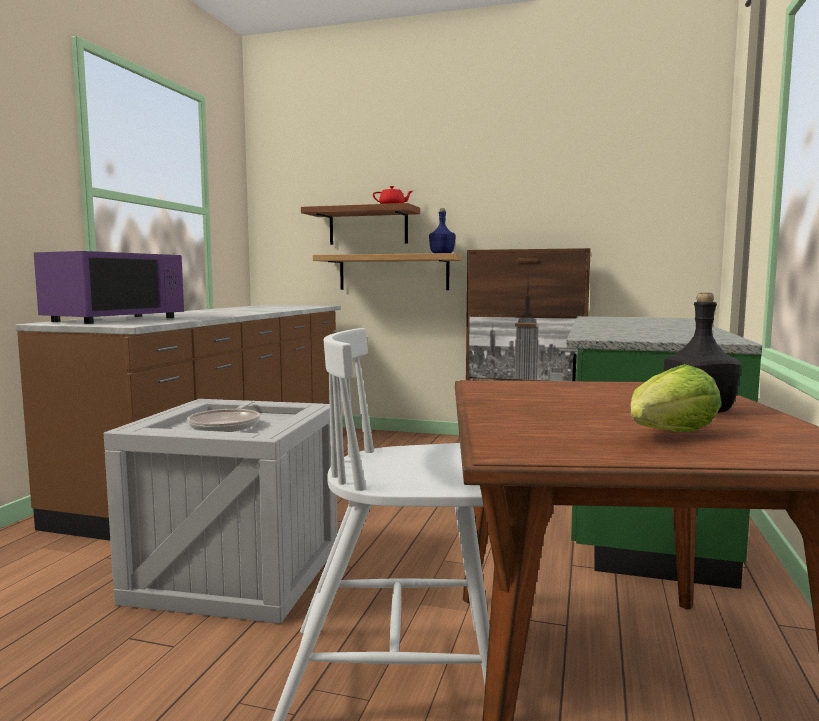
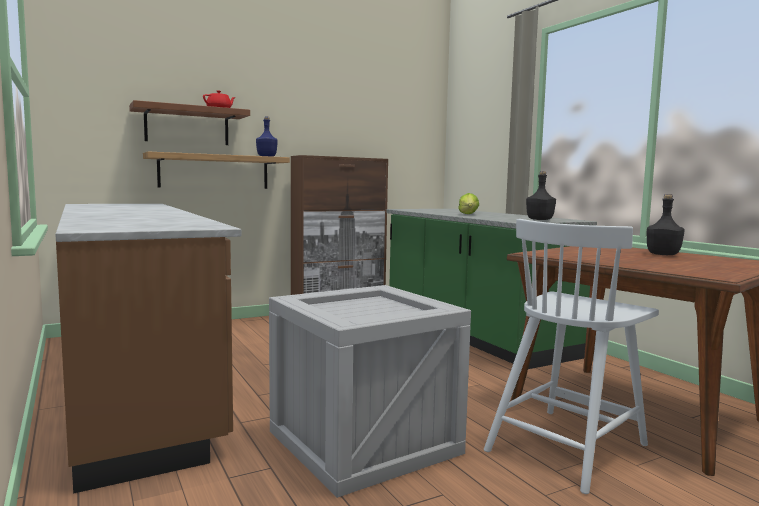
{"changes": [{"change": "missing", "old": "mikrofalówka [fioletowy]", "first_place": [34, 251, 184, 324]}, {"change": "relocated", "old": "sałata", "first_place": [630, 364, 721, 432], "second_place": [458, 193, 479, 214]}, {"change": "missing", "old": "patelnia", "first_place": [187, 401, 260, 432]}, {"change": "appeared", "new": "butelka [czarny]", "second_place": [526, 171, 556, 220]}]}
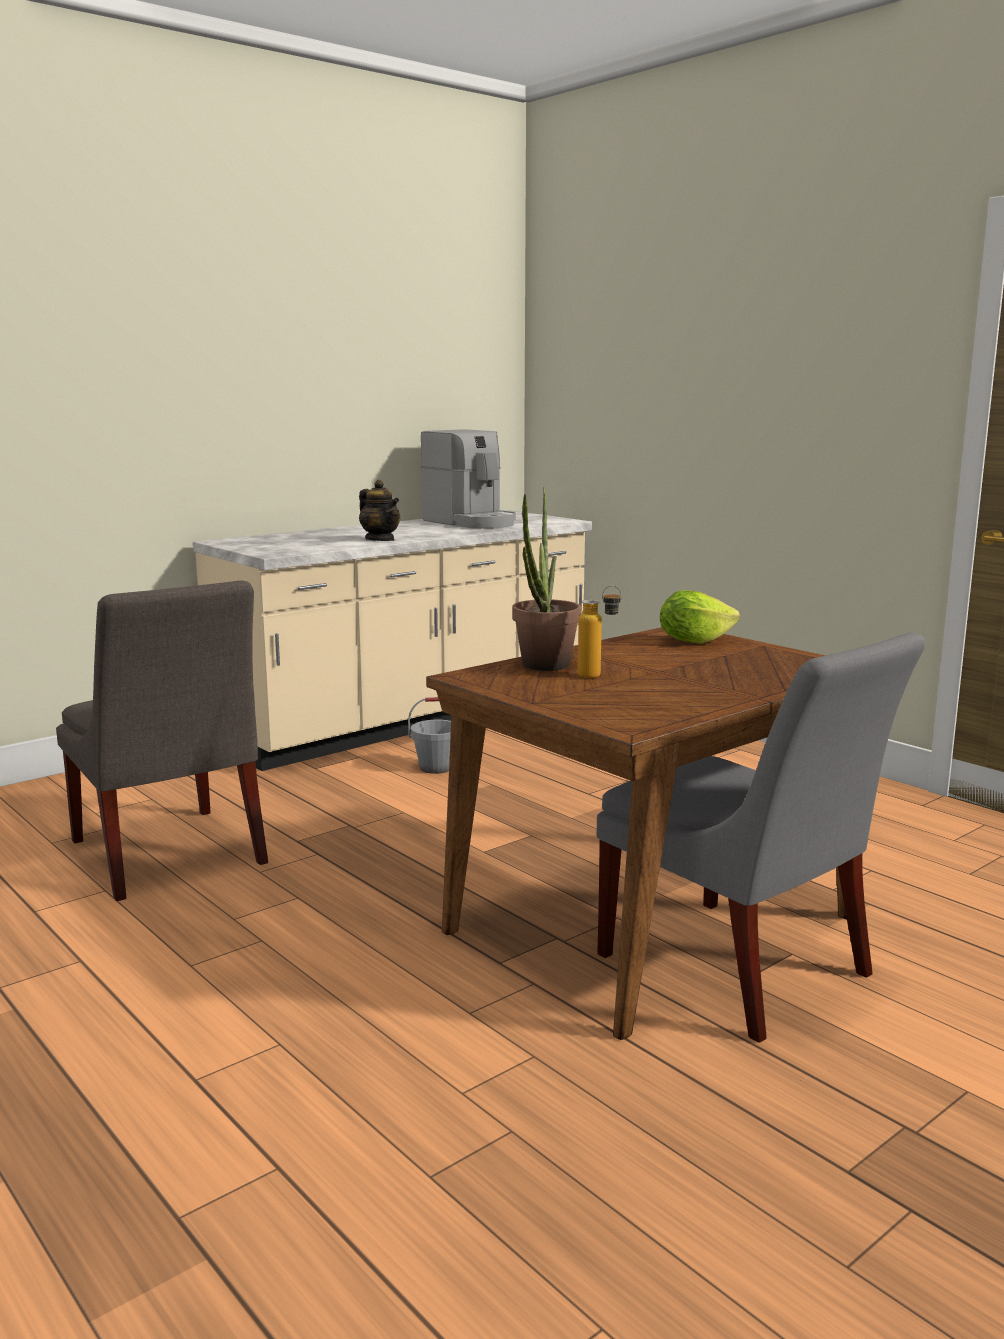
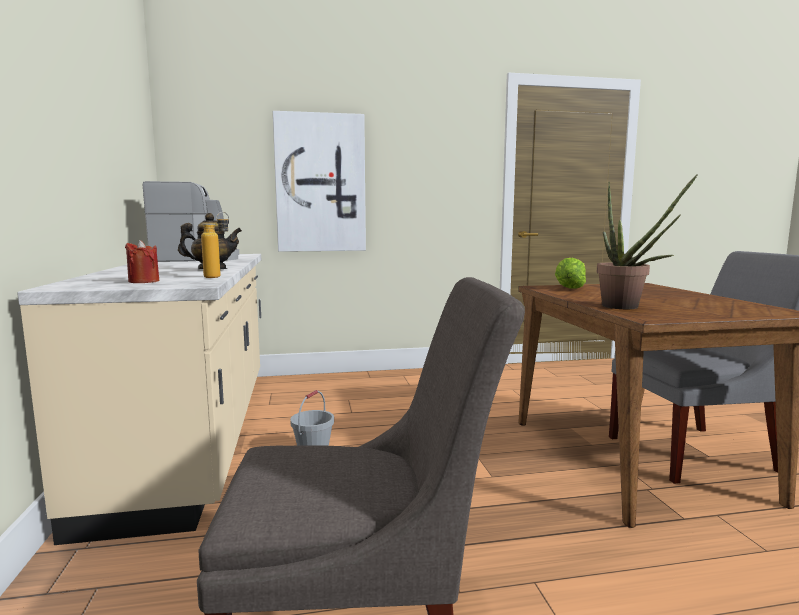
{"changes": [{"change": "relocated", "old": "butelka", "first_place": [578, 586, 622, 678], "second_place": [201, 212, 229, 278]}, {"change": "appeared", "new": "obraz", "second_place": [273, 111, 366, 252]}, {"change": "appeared", "new": "świeca [czerwony]", "second_place": [125, 240, 159, 283]}]}
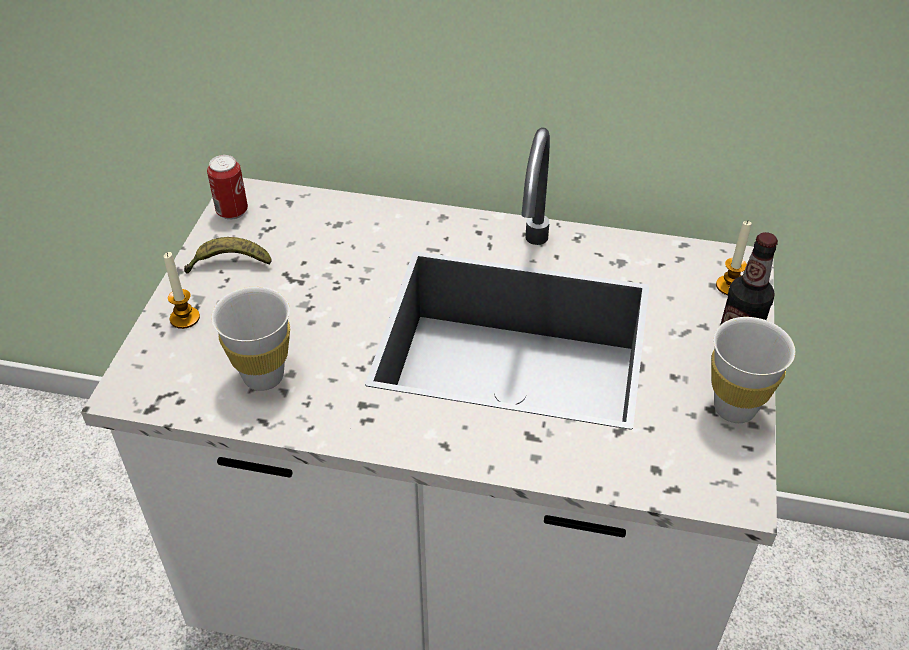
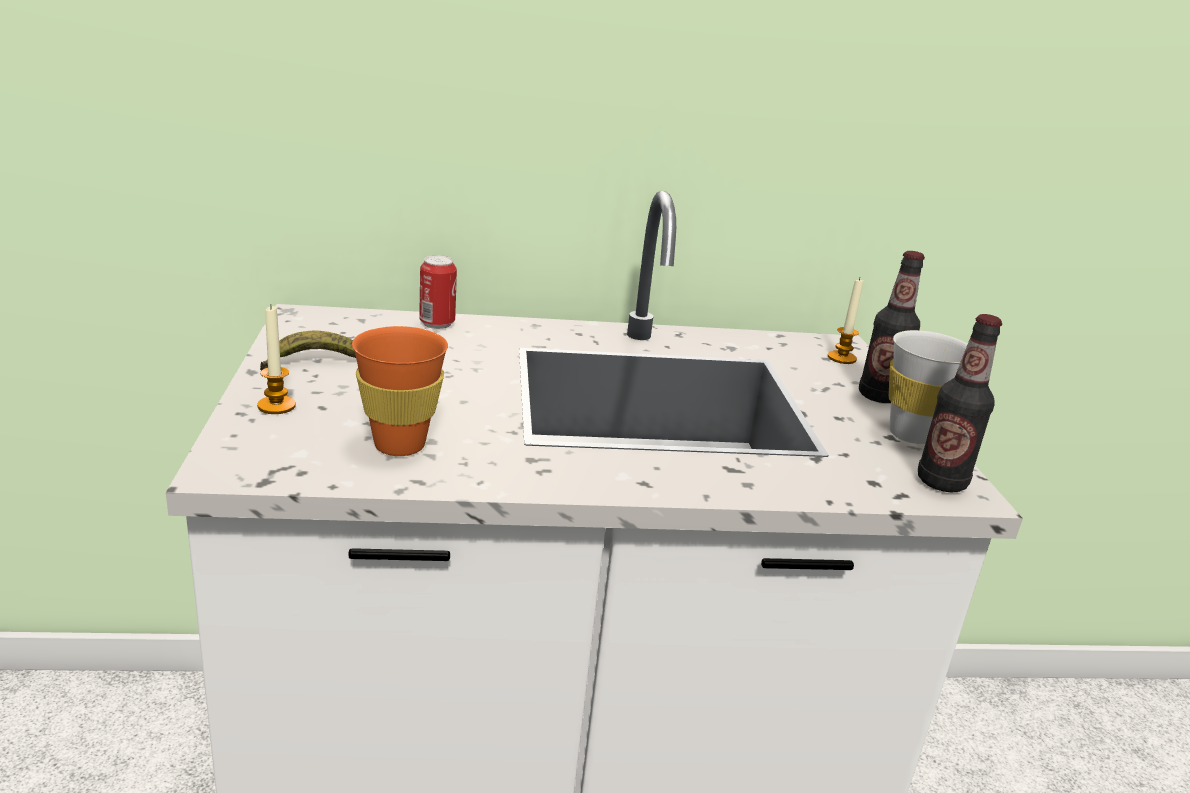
{"changes": [{"change": "relocated", "old": "puszka", "first_place": [207, 155, 248, 220], "second_place": [419, 255, 457, 329]}, {"change": "colour", "old": "filiżanka [biały]", "new": "filiżanka [pomarańczowy]", "first_place": [211, 286, 290, 391], "second_place": [352, 326, 448, 456]}, {"change": "appeared", "new": "butelka", "second_place": [918, 314, 1002, 492]}]}
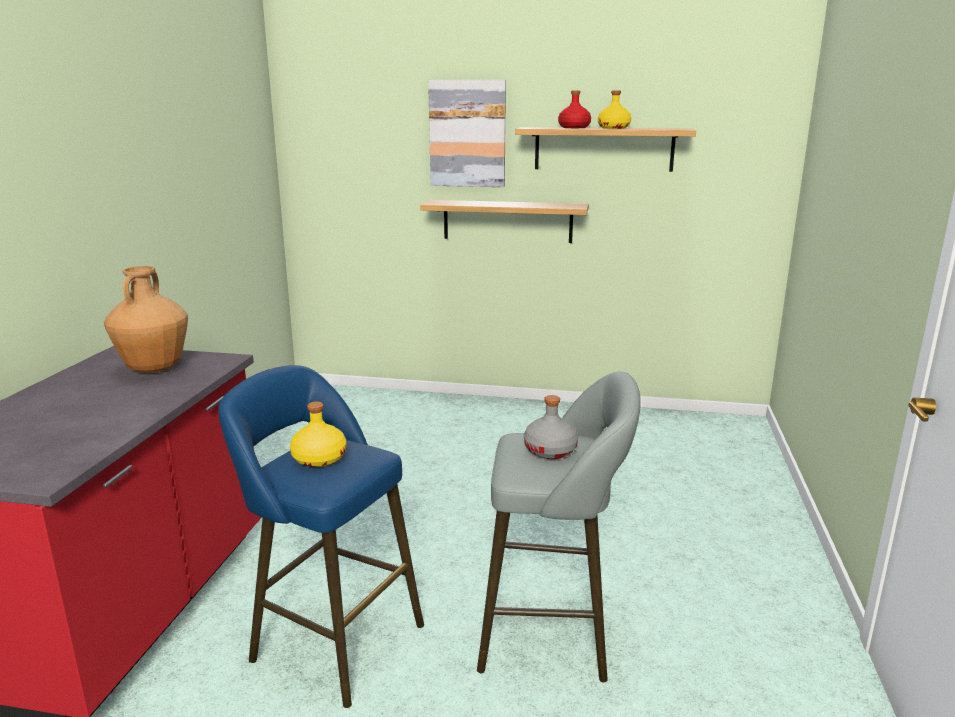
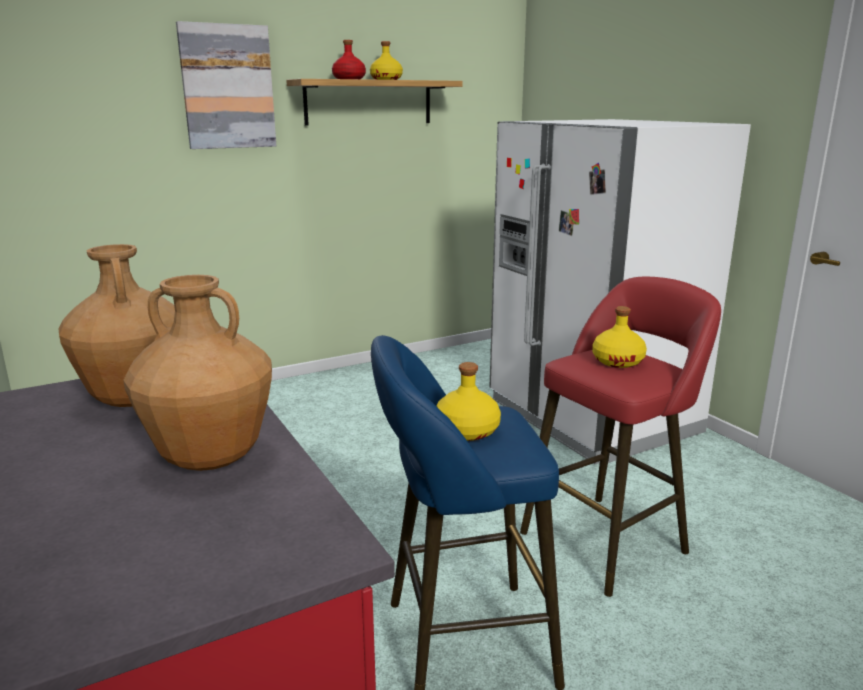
{"changes": [{"change": "missing", "old": "półka", "first_place": [420, 200, 589, 243]}, {"change": "colour", "old": "stołek [szary]", "new": "stołek [czerwony]", "first_place": [477, 371, 641, 682], "second_place": [520, 277, 721, 597]}, {"change": "colour", "old": "butelka [szary]", "new": "butelka [żółty]", "first_place": [524, 395, 578, 459], "second_place": [592, 306, 647, 368]}, {"change": "appeared", "new": "lodówka [biały]", "second_place": [490, 119, 751, 464]}, {"change": "appeared", "new": "wazon [brązowy]", "second_place": [123, 275, 272, 471]}]}
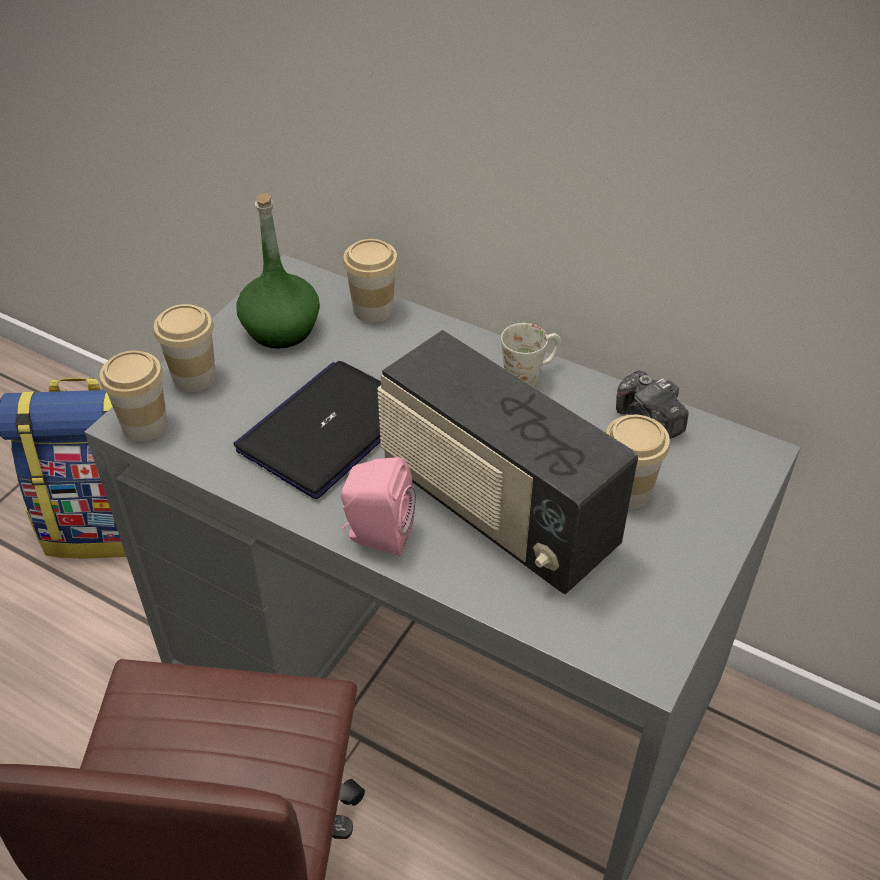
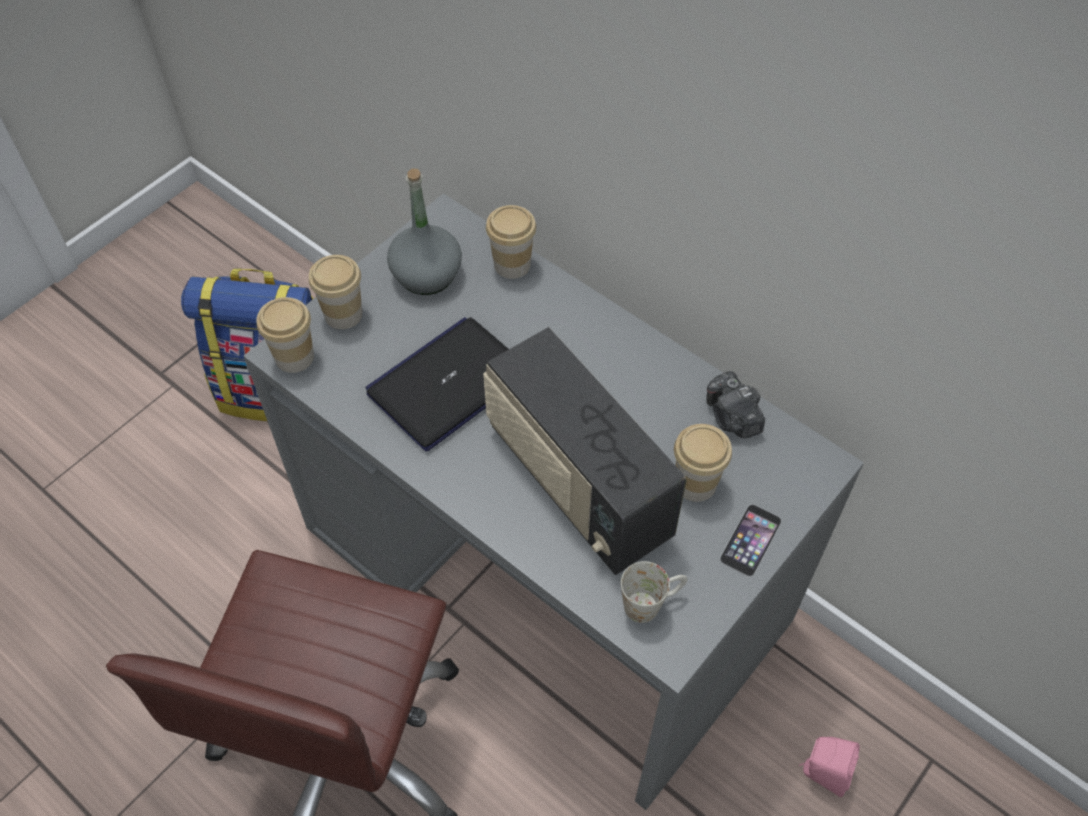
{"changes": [{"change": "colour", "old": "butelka [zielony]", "new": "butelka [szary]", "first_place": [236, 193, 320, 349], "second_place": [387, 168, 462, 295]}, {"change": "relocated", "old": "kubek [biały]", "first_place": [501, 323, 561, 387], "second_place": [621, 561, 688, 623]}, {"change": "relocated", "old": "głośnik [różowy]", "first_place": [341, 457, 416, 556], "second_place": [799, 737, 860, 797]}, {"change": "appeared", "new": "telefon", "second_place": [720, 504, 782, 577]}]}
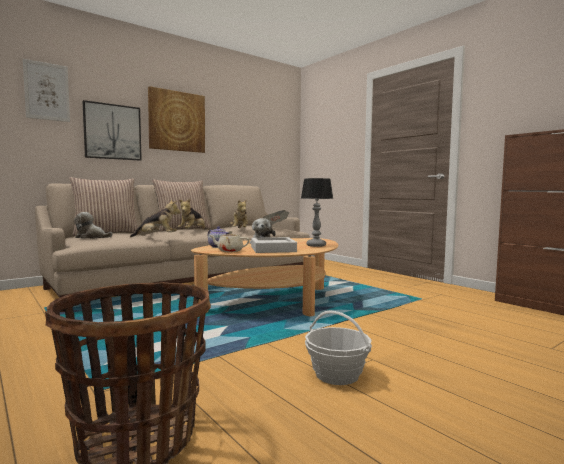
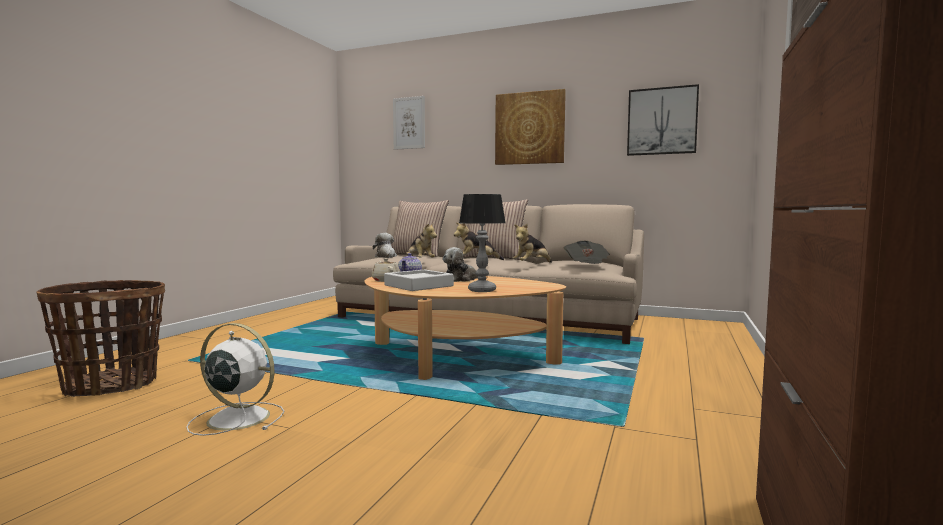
{"changes": [{"change": "relocated", "old": "obraz", "first_place": [83, 100, 142, 161], "second_place": [627, 84, 699, 156]}, {"change": "exchanged", "old": "koszyk", "new": "wentylator [biały]", "first_place": [305, 311, 372, 385], "second_place": [187, 323, 284, 436]}]}
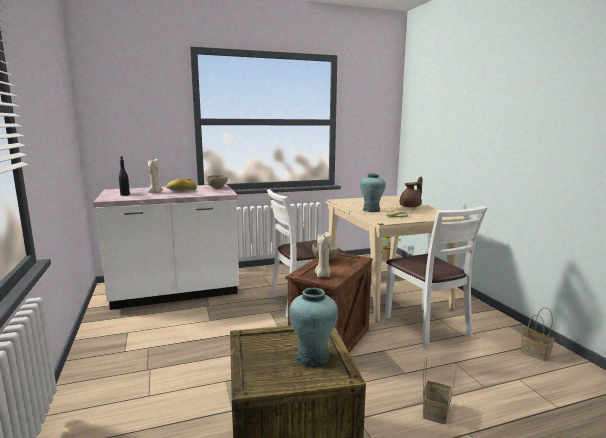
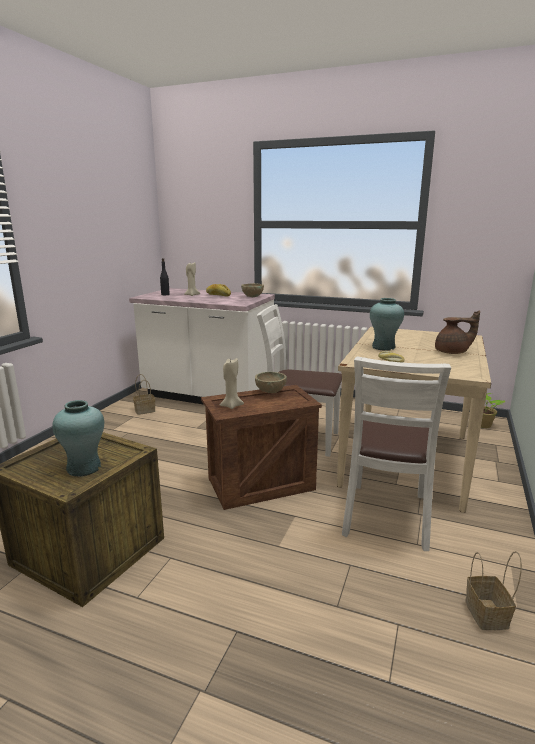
{"changes": [{"change": "relocated", "old": "koszyk", "first_place": [422, 357, 457, 424], "second_place": [133, 374, 155, 415]}]}
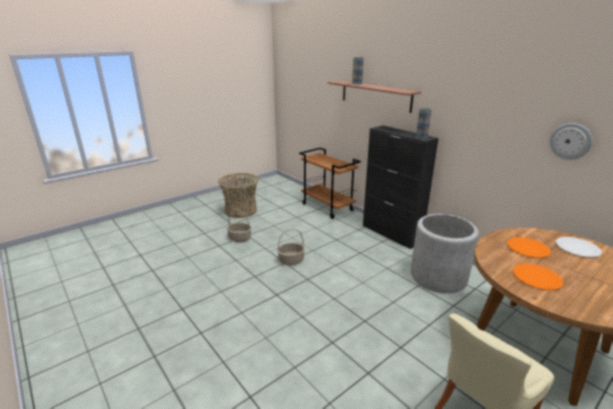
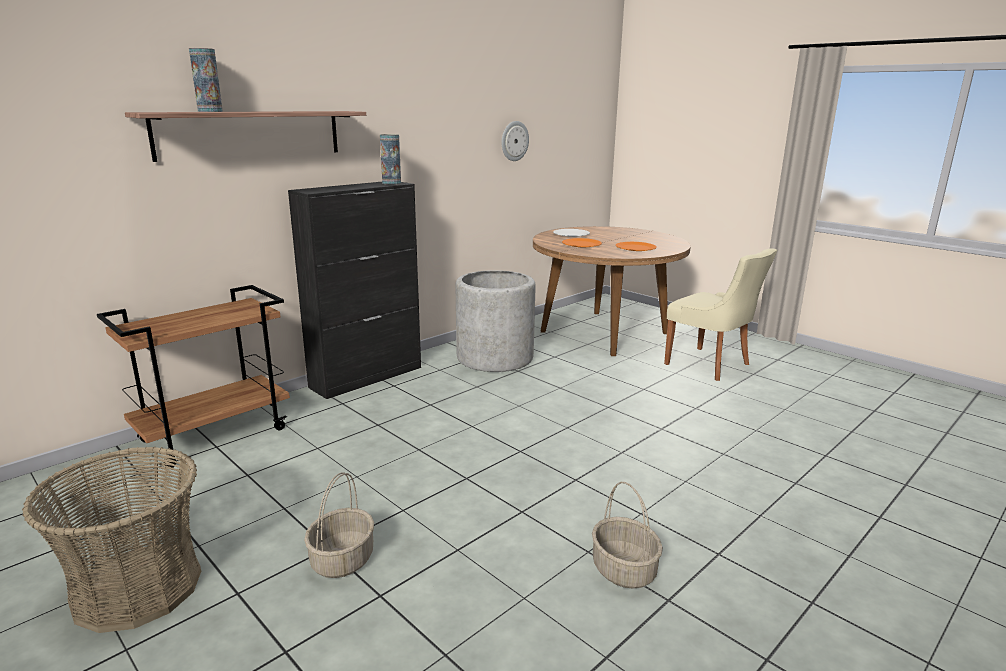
{"changes": [{"change": "relocated", "old": "koszyk", "first_place": [277, 229, 305, 265], "second_place": [592, 482, 663, 588]}]}
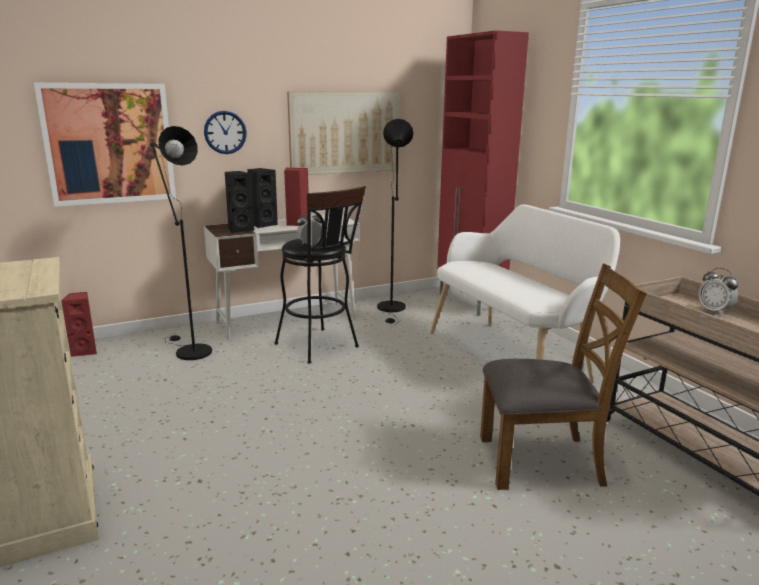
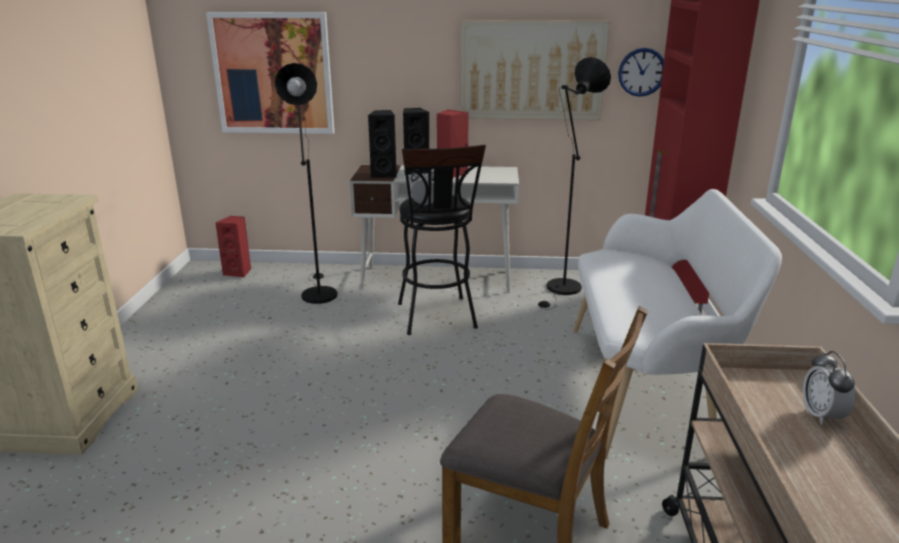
{"changes": [{"change": "relocated", "old": "zegar ścienny", "first_place": [204, 111, 247, 154], "second_place": [618, 48, 664, 97]}]}
